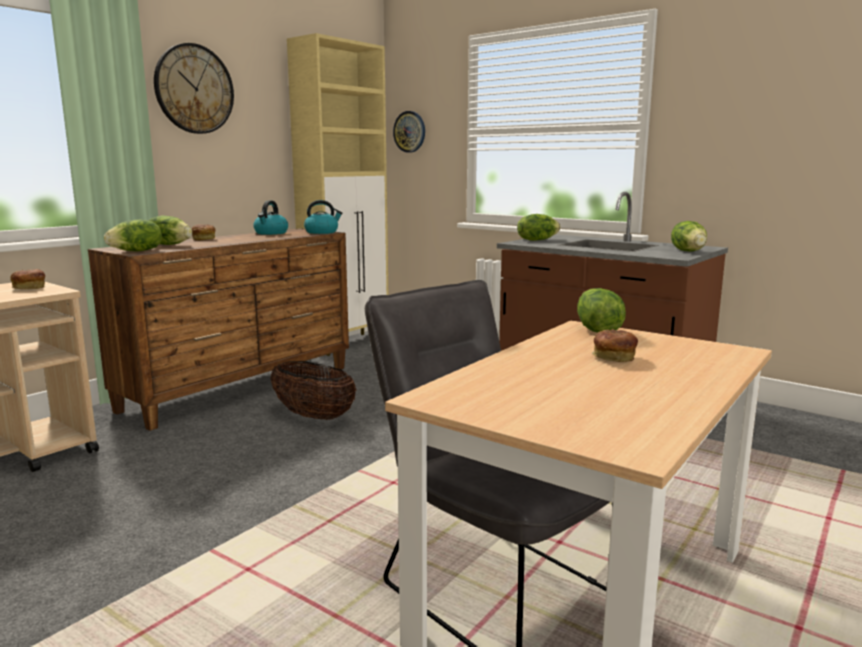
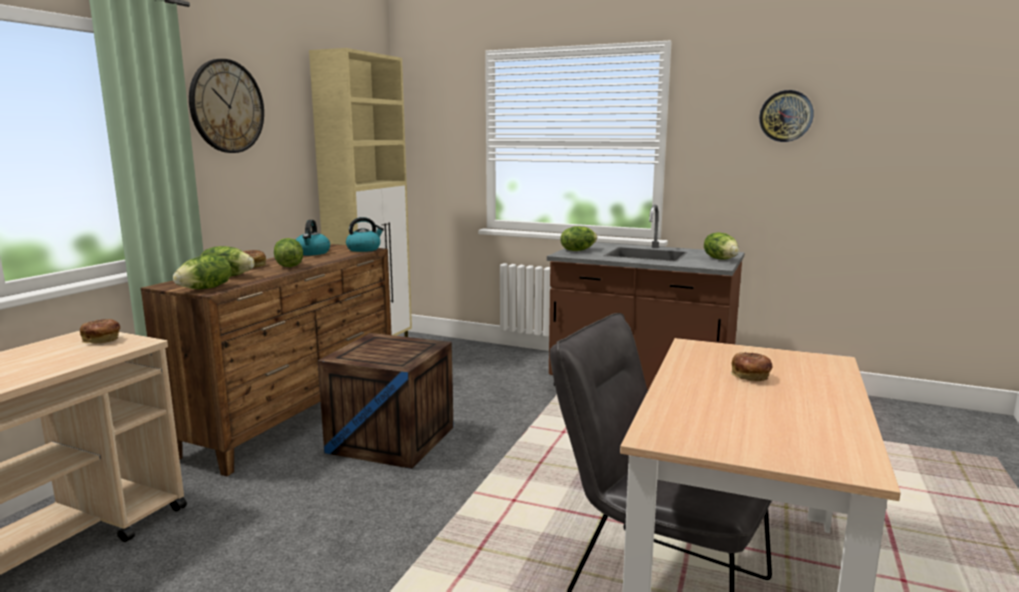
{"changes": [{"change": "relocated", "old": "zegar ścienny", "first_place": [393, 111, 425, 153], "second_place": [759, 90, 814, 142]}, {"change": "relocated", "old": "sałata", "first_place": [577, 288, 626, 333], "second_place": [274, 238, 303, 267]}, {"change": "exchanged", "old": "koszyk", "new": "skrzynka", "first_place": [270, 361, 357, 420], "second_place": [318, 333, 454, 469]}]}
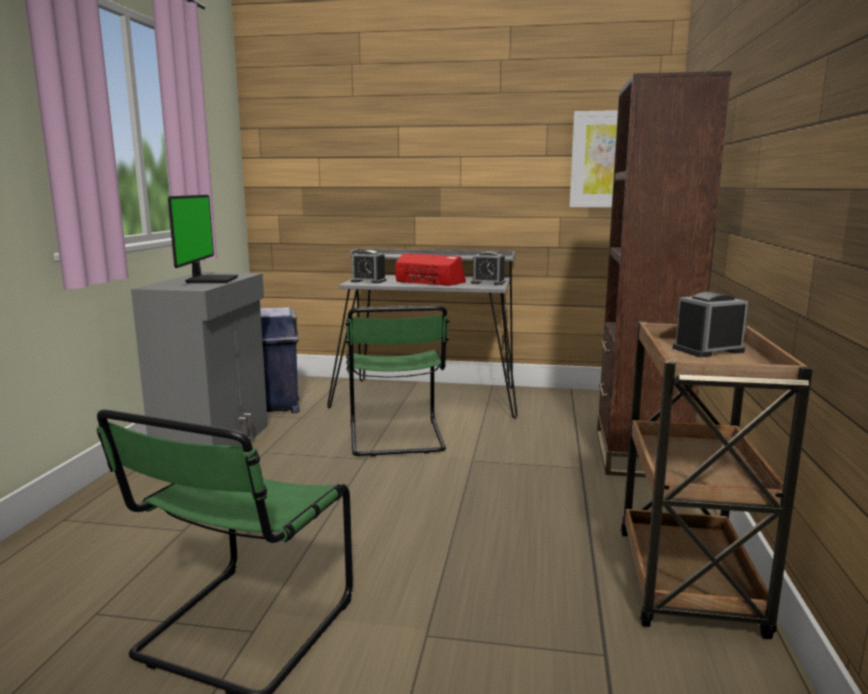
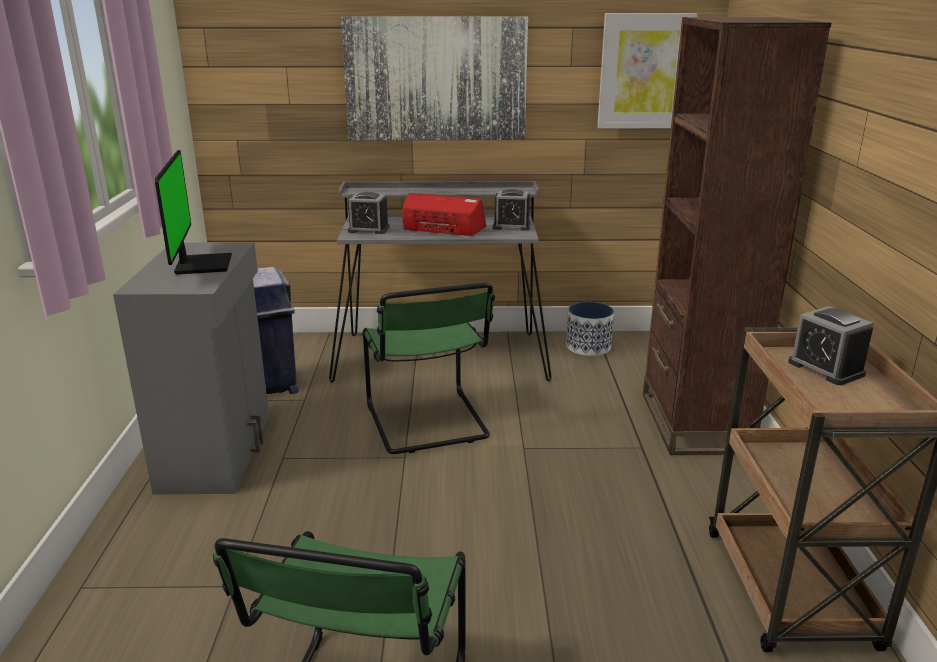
{"changes": [{"change": "spun", "old": "budzik", "first_place": [673, 292, 748, 357], "second_place": [788, 306, 873, 385], "degrees": -90}, {"change": "appeared", "new": "obraz", "second_place": [341, 17, 528, 140]}, {"change": "appeared", "new": "donica", "second_place": [566, 302, 614, 356]}]}
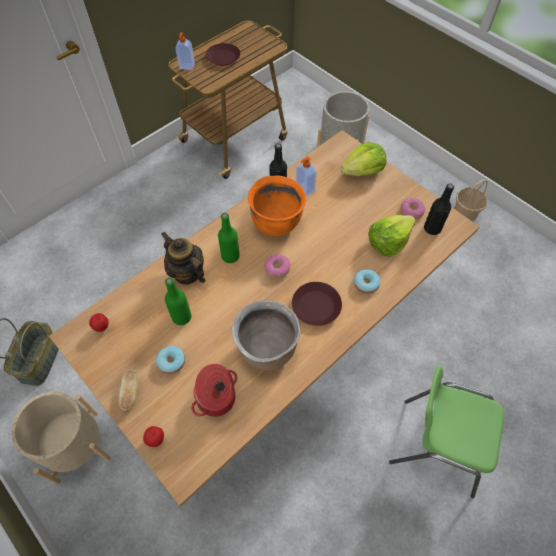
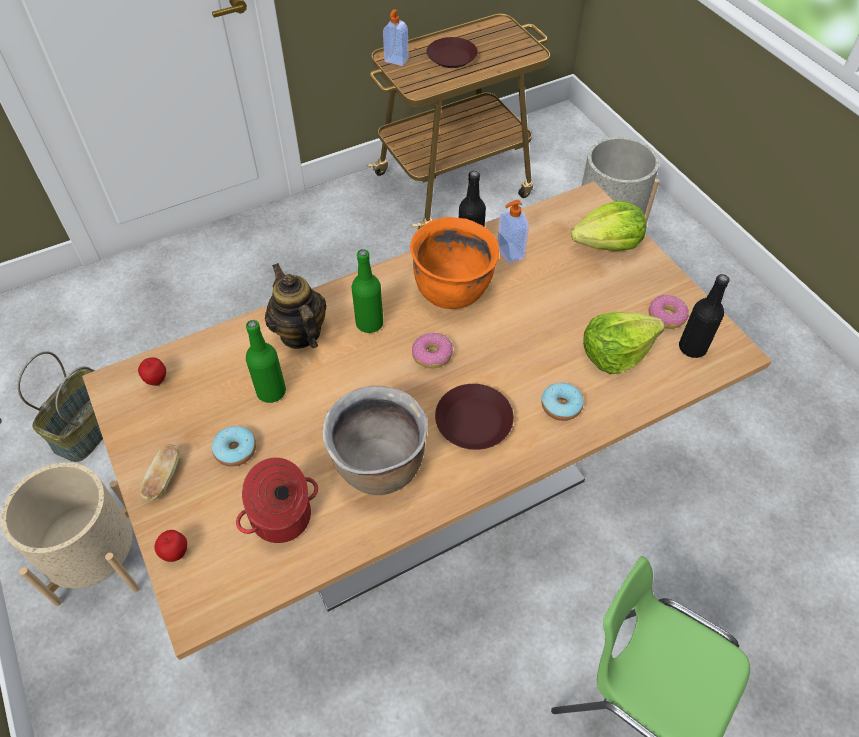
{"changes": [{"change": "missing", "old": "koszyk", "first_place": [454, 179, 488, 221]}]}
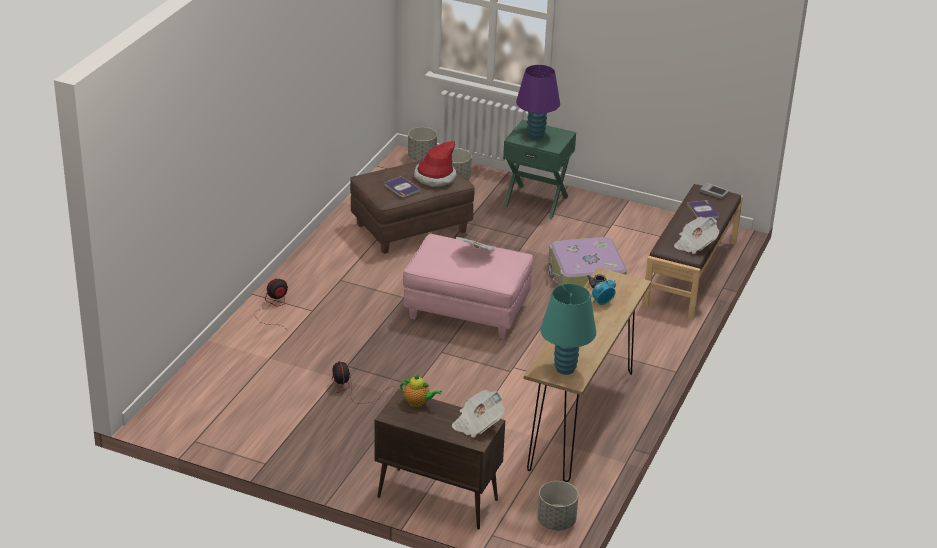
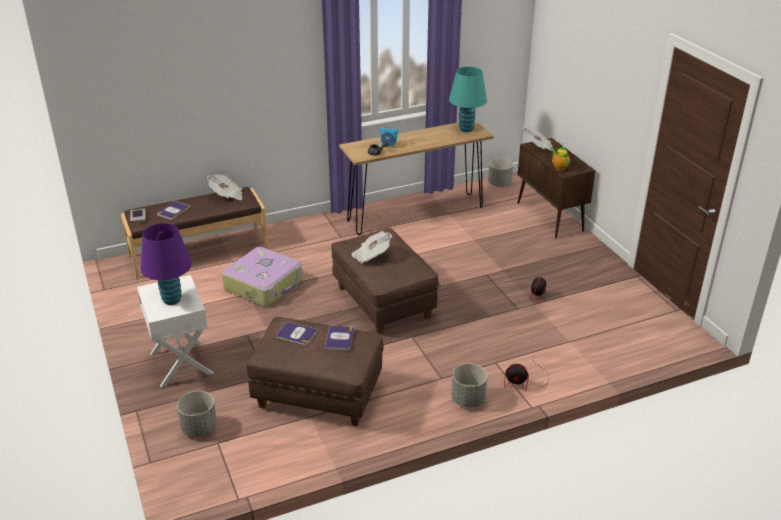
{"changes": [{"change": "colour", "old": "szafka nocna [zielony]", "new": "szafka nocna [biały]", "first_place": [503, 120, 576, 219], "second_place": [137, 275, 214, 387]}, {"change": "relocated", "old": "donica [szary]", "first_place": [408, 127, 437, 161], "second_place": [451, 364, 488, 407]}, {"change": "exchanged", "old": "kapelusz", "new": "książka", "first_place": [414, 141, 456, 187], "second_place": [276, 322, 318, 345]}, {"change": "colour", "old": "pufa [różowy]", "new": "pufa [brązowy]", "first_place": [403, 234, 533, 339], "second_place": [331, 228, 438, 334]}]}
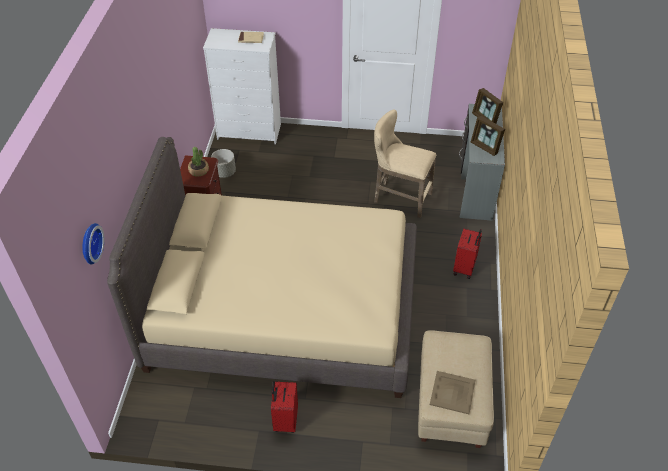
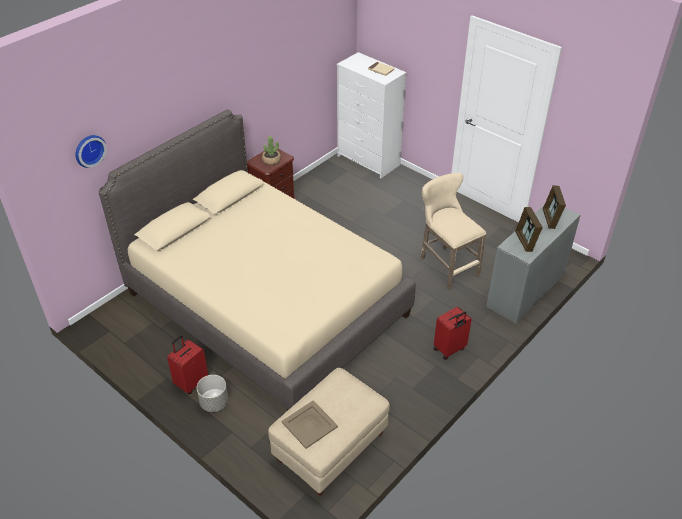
{"changes": [{"change": "relocated", "old": "donica [szary]", "first_place": [211, 149, 236, 178], "second_place": [197, 375, 228, 412]}]}
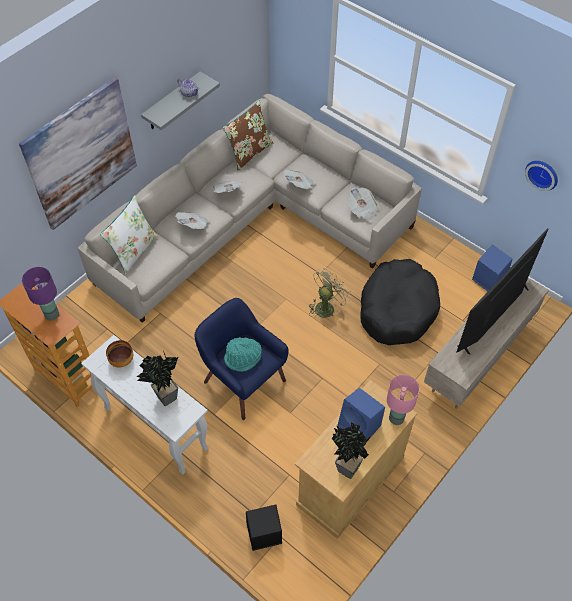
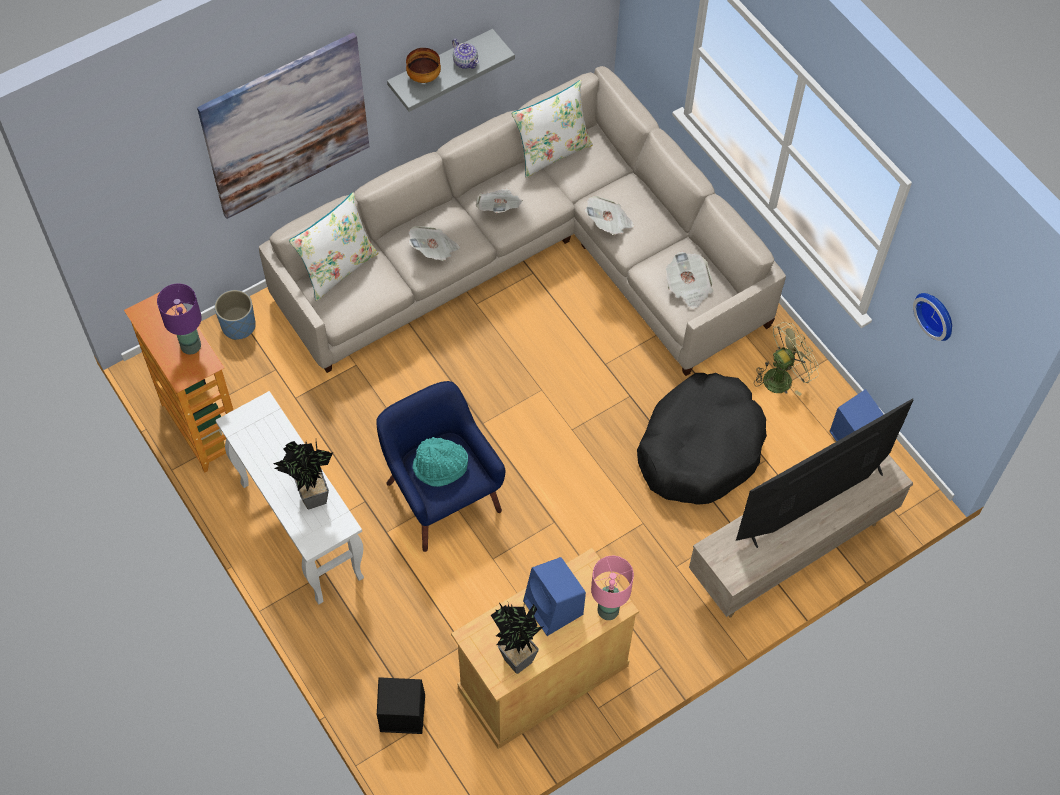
{"changes": [{"change": "colour", "old": "poduszka [brązowy]", "new": "poduszka [biały]", "first_place": [222, 100, 273, 171], "second_place": [511, 80, 593, 178]}, {"change": "relocated", "old": "wentylator [zielony]", "first_place": [309, 268, 349, 318], "second_place": [754, 322, 819, 396]}, {"change": "relocated", "old": "miska", "first_place": [106, 340, 133, 367], "second_place": [406, 48, 441, 83]}, {"change": "appeared", "new": "donica [niebieski]", "second_place": [215, 290, 256, 340]}]}
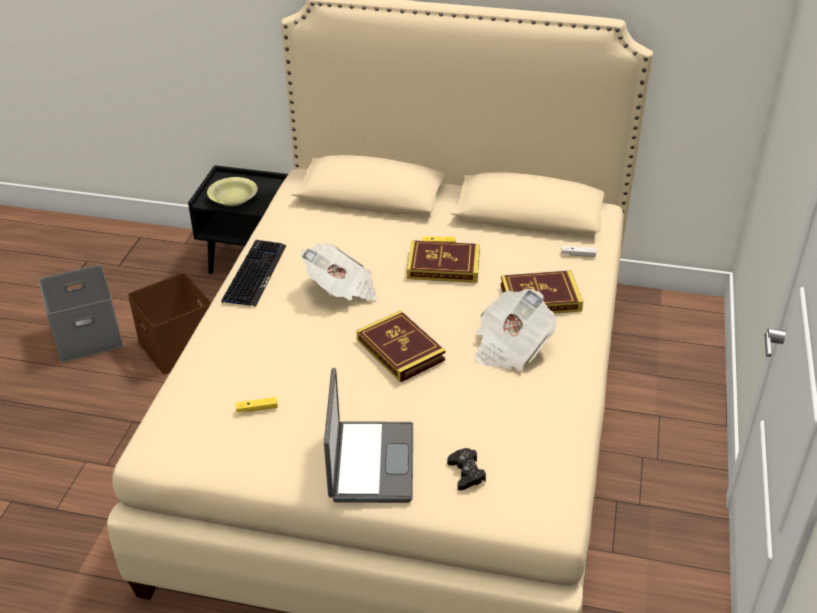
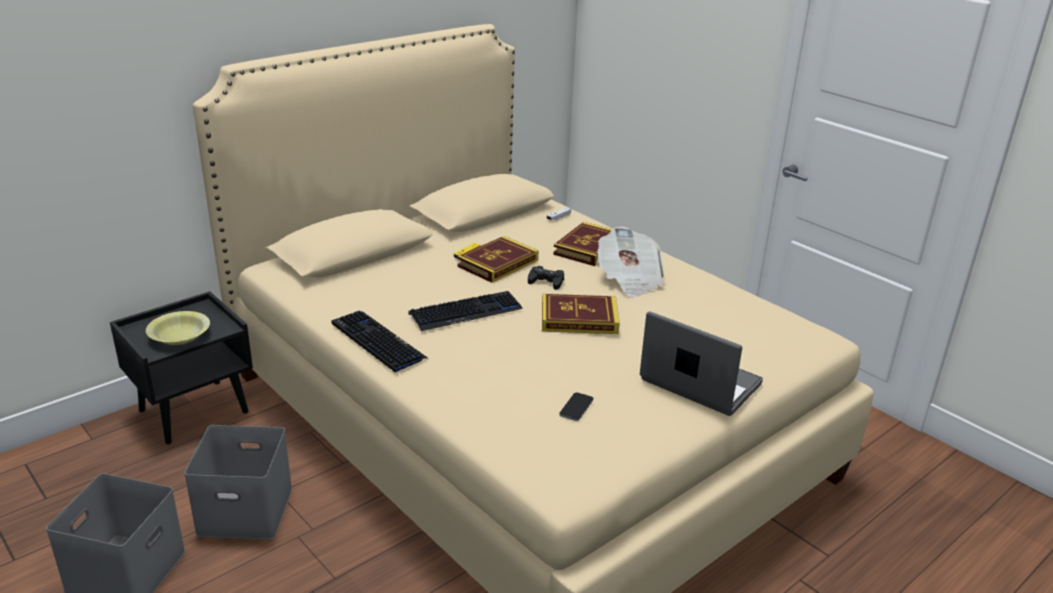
{"changes": [{"change": "exchanged", "old": "gazeta", "new": "klawiatura", "first_place": [300, 244, 378, 301], "second_place": [408, 291, 523, 331]}, {"change": "colour", "old": "pojemnik do przechowywania [brązowy]", "new": "pojemnik do przechowywania [szary]", "first_place": [128, 273, 211, 375], "second_place": [184, 425, 292, 540]}, {"change": "exchanged", "old": "pad do gier [żółty]", "new": "telefon", "first_place": [235, 397, 278, 412], "second_place": [559, 392, 594, 421]}, {"change": "relocated", "old": "pad do gier [czarny]", "first_place": [447, 448, 486, 491], "second_place": [528, 266, 564, 290]}]}
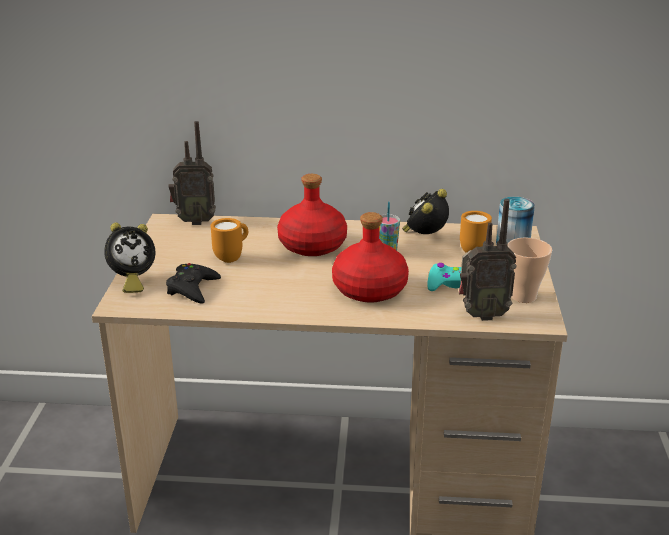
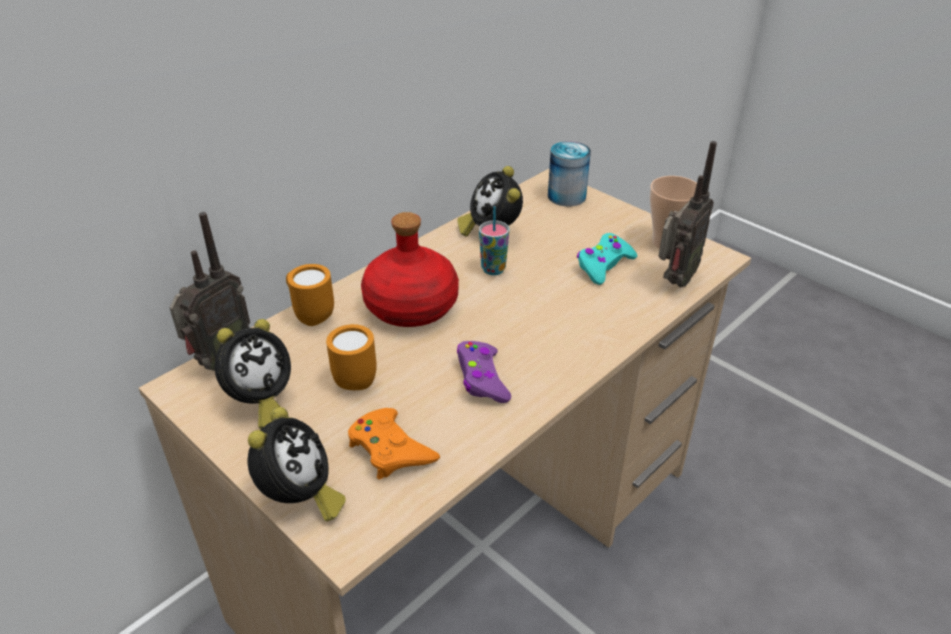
{"changes": [{"change": "relocated", "old": "kubek [pomarańczowy]", "first_place": [460, 211, 492, 253], "second_place": [286, 264, 334, 326]}, {"change": "missing", "old": "butelka [czerwony]", "first_place": [332, 212, 409, 303]}, {"change": "colour", "old": "pad do gier [czarny]", "new": "pad do gier [pomarańczowy]", "first_place": [166, 263, 221, 303], "second_place": [348, 408, 440, 480]}, {"change": "appeared", "new": "budzik", "second_place": [214, 319, 291, 429]}, {"change": "appeared", "new": "pad do gier [fioletowy]", "second_place": [457, 341, 511, 403]}]}
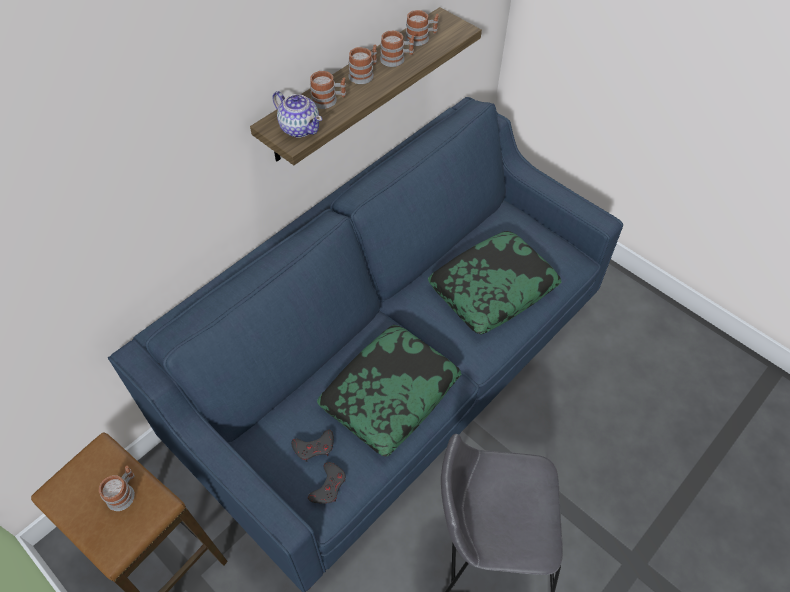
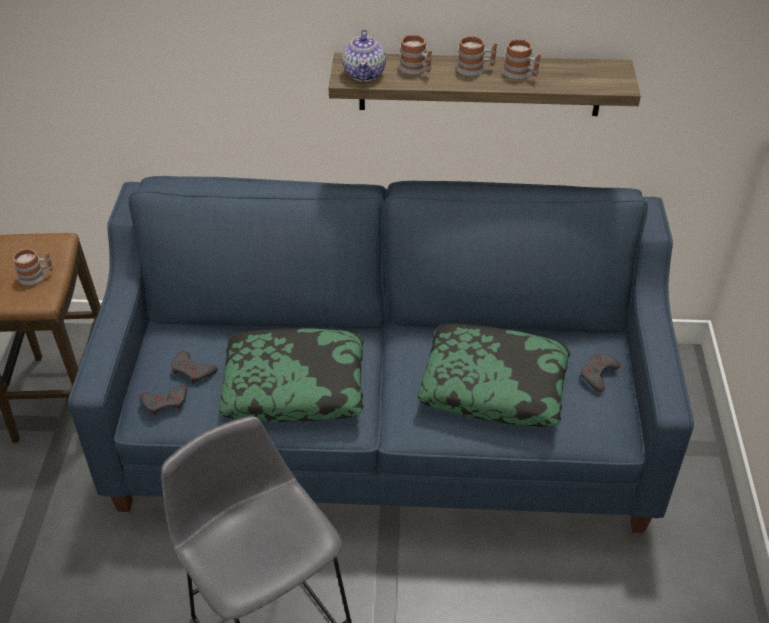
{"changes": [{"change": "missing", "old": "kubek", "first_place": [405, 10, 439, 46]}, {"change": "appeared", "new": "pad do gier [szary]", "second_place": [581, 354, 621, 392]}]}
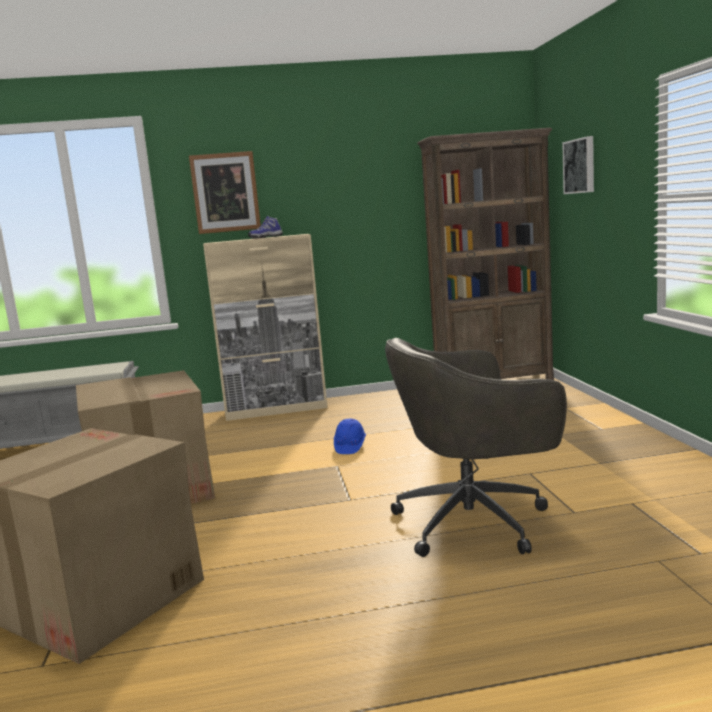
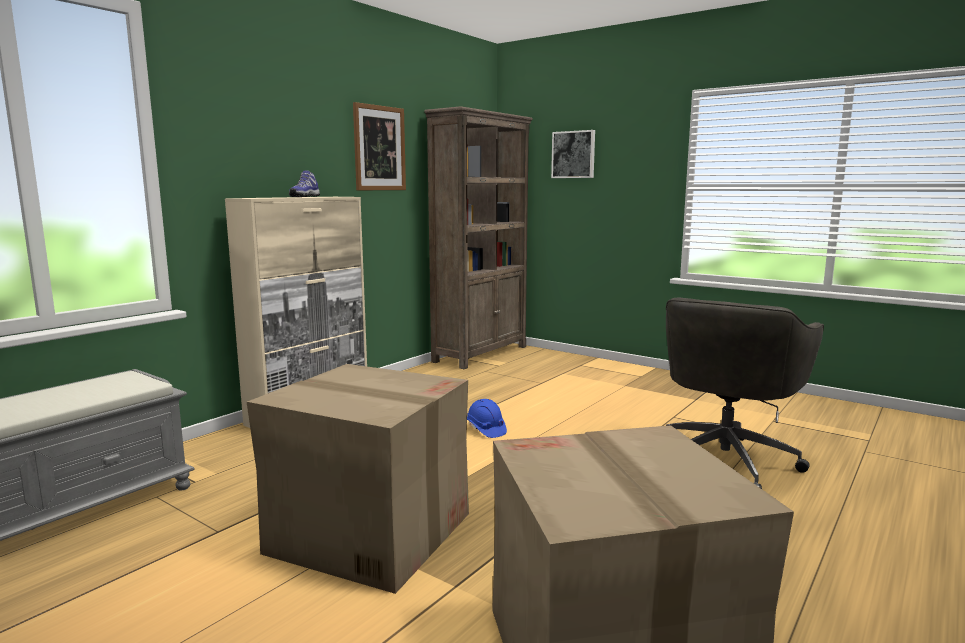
{"changes": [{"change": "relocated", "old": "obraz", "first_place": [189, 151, 261, 234], "second_place": [353, 102, 406, 190]}]}
